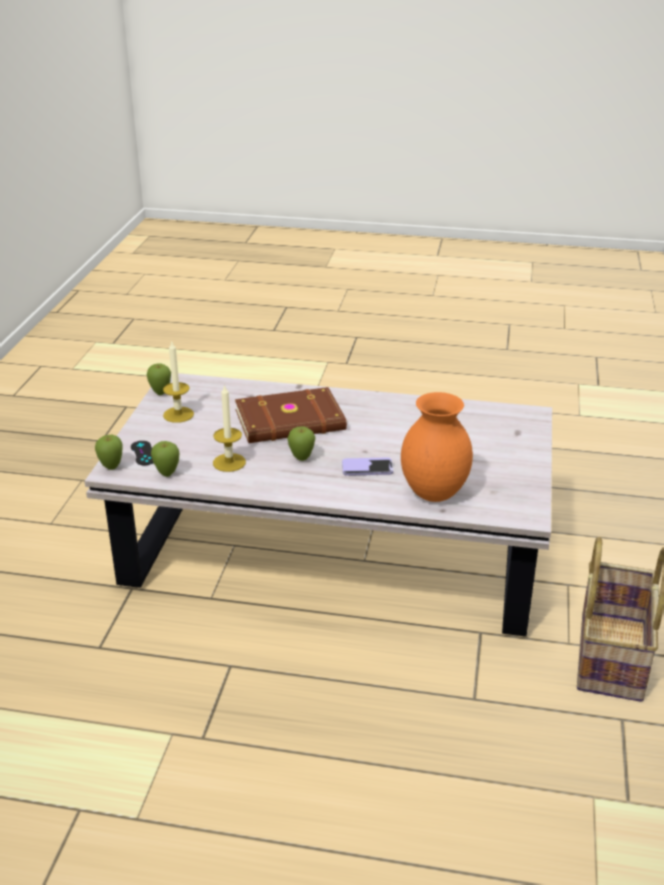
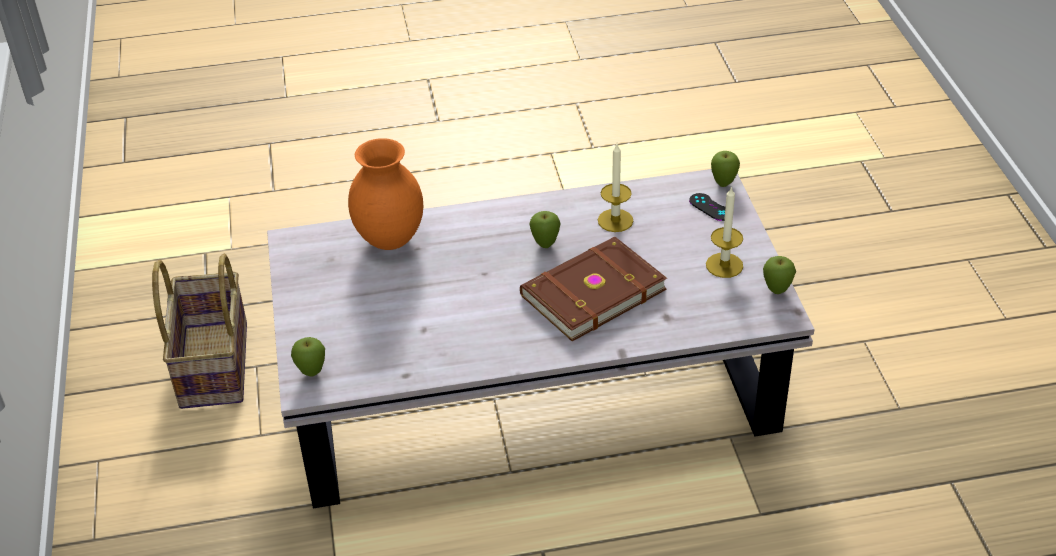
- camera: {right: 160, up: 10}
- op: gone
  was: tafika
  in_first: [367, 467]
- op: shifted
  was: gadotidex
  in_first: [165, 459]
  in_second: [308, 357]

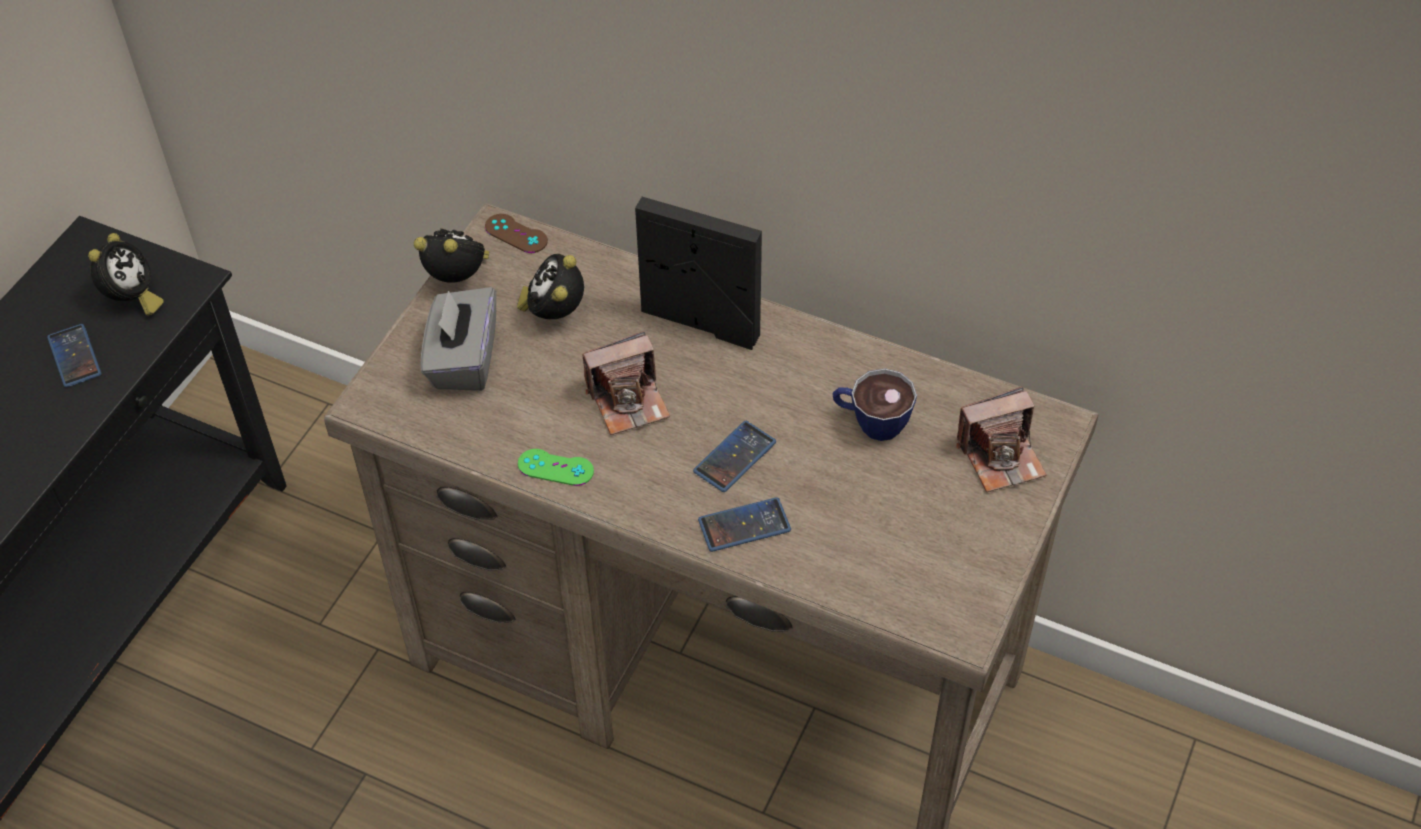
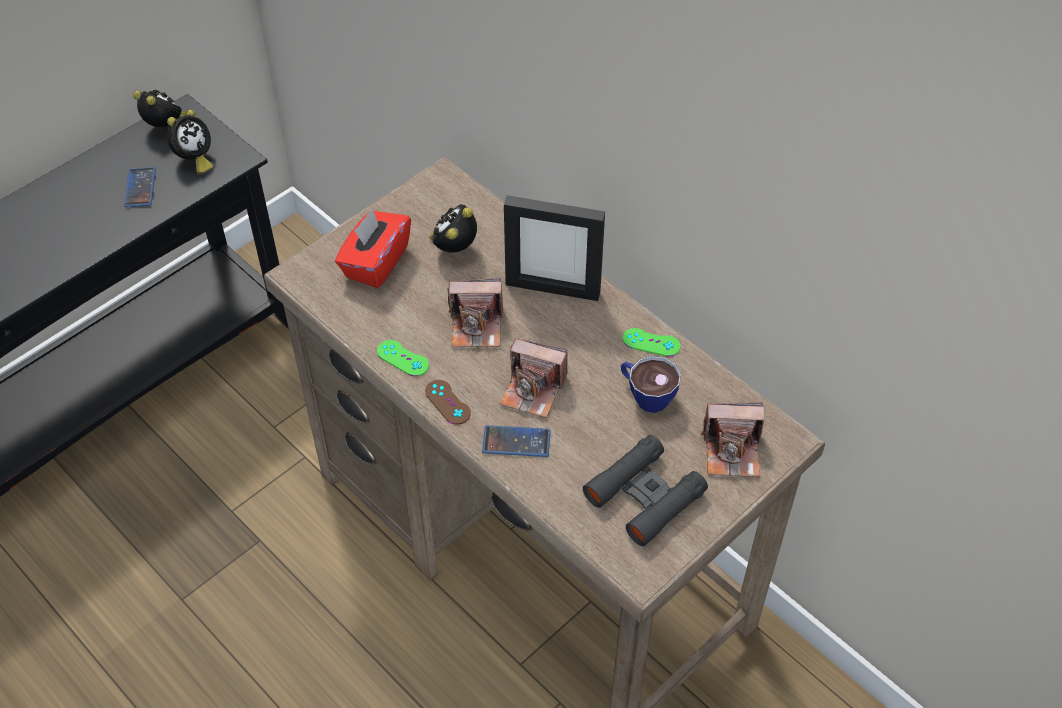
- camera: {right: 20, up: 0}
- op: new
  now: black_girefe
  in_second: [645, 490]
- op: new
  now: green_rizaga
  in_second: [652, 342]
- op: shifted
  was: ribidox
  in_first: [451, 255]
  in_second: [159, 108]
- op: shifted
  was: brown_rizaga
  in_first: [516, 233]
  in_second: [448, 402]
- op: swapped
  was: tafika
  now: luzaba
  in_first: [734, 456]
  in_second: [533, 378]
- op: repainted
  was: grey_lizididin
  now: red_lizididin
  in_first: [458, 339]
  in_second: [373, 248]
- op: rotated
  was: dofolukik
  in_first: [698, 273]
  in_second: [554, 248]
  clockwise: 150

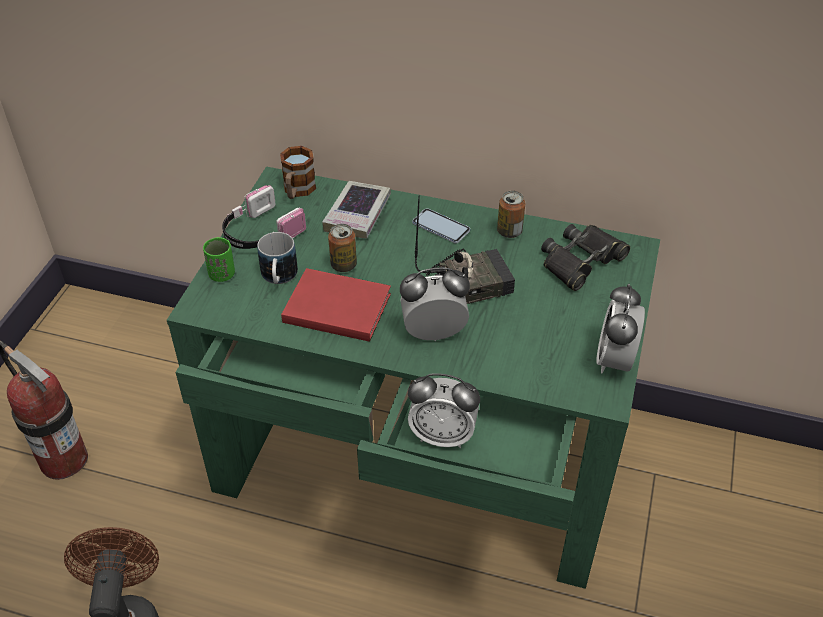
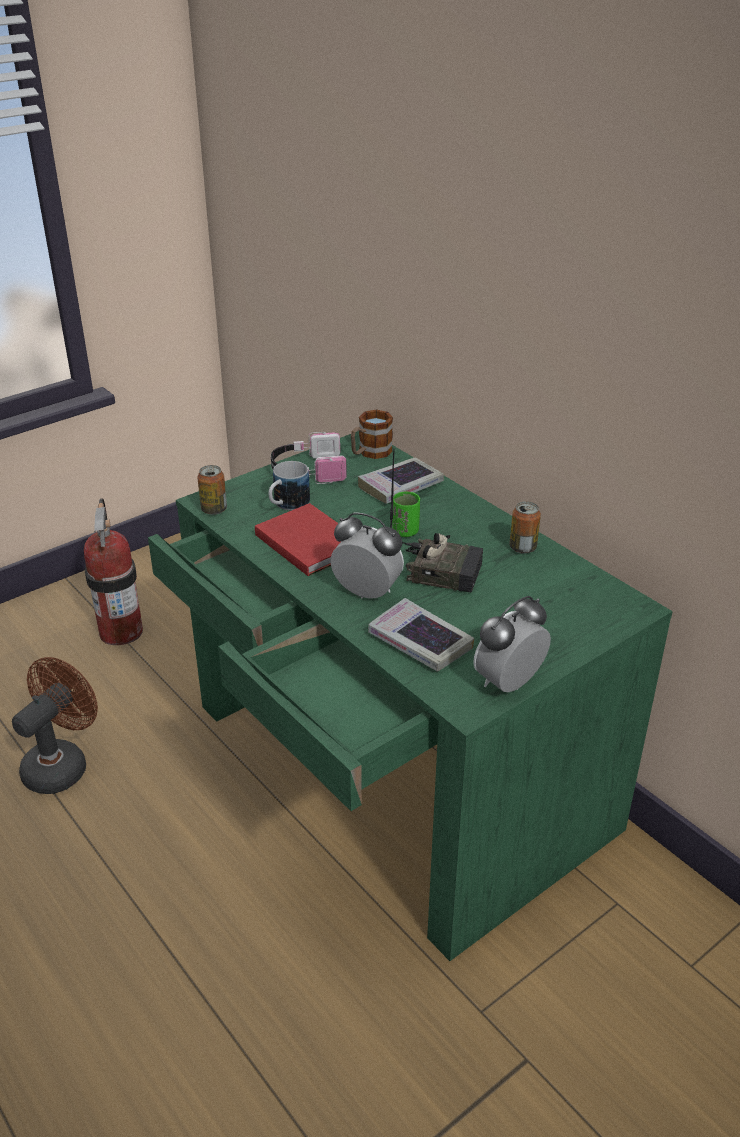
- camera: {right: 35, up: -10}
- op: gone
  was: ribidox
  in_first: [444, 410]
- op: gone
  was: tafika
  in_first: [441, 225]
- op: gone
  was: black_girefe
  in_first: [585, 257]
- op: new
  now: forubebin
  in_second: [421, 635]
- op: shifted
  was: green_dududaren
  in_first: [219, 259]
  in_second: [406, 514]
- op: shifted
  was: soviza
  in_first: [342, 248]
  in_second: [212, 490]

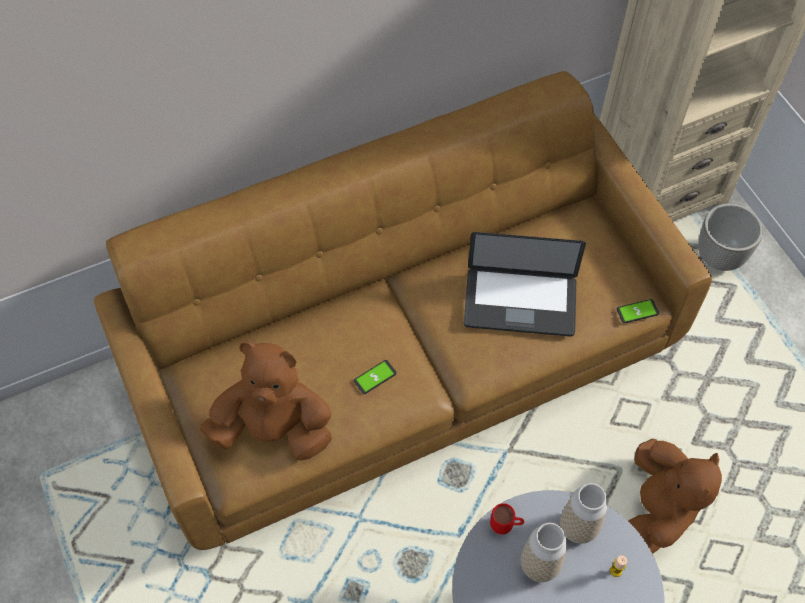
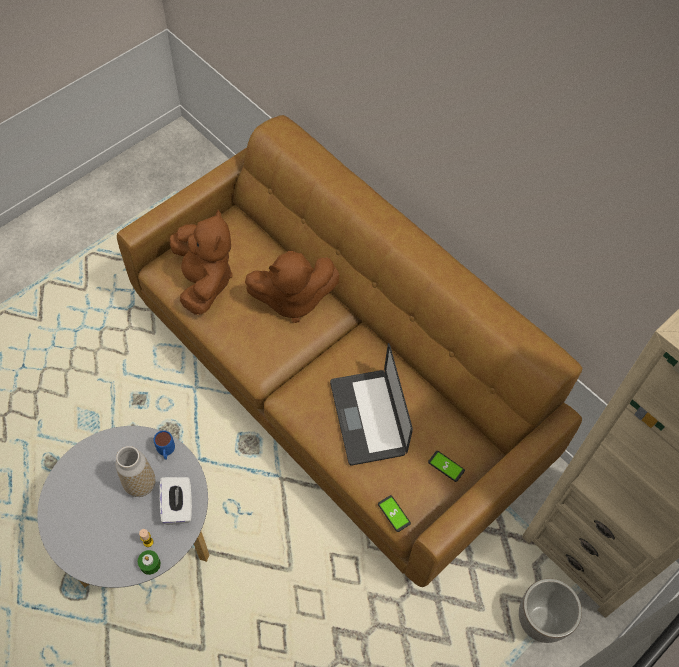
- camera: {right: 70, up: 0}
- op: new
  now: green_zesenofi
  in_second: [149, 562]
- op: shifted
  was: tafika
  in_first: [375, 377]
  in_second: [446, 466]
- op: shifted
  was: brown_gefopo
  in_first: [675, 496]
  in_second: [292, 287]
- op: swapped
  was: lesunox
  now: white_lizididin
  in_first: [584, 513]
  in_second: [176, 501]
- op: repainted
  was: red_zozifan
  now: blue_zozifan
  in_first: [507, 518]
  in_second: [164, 445]

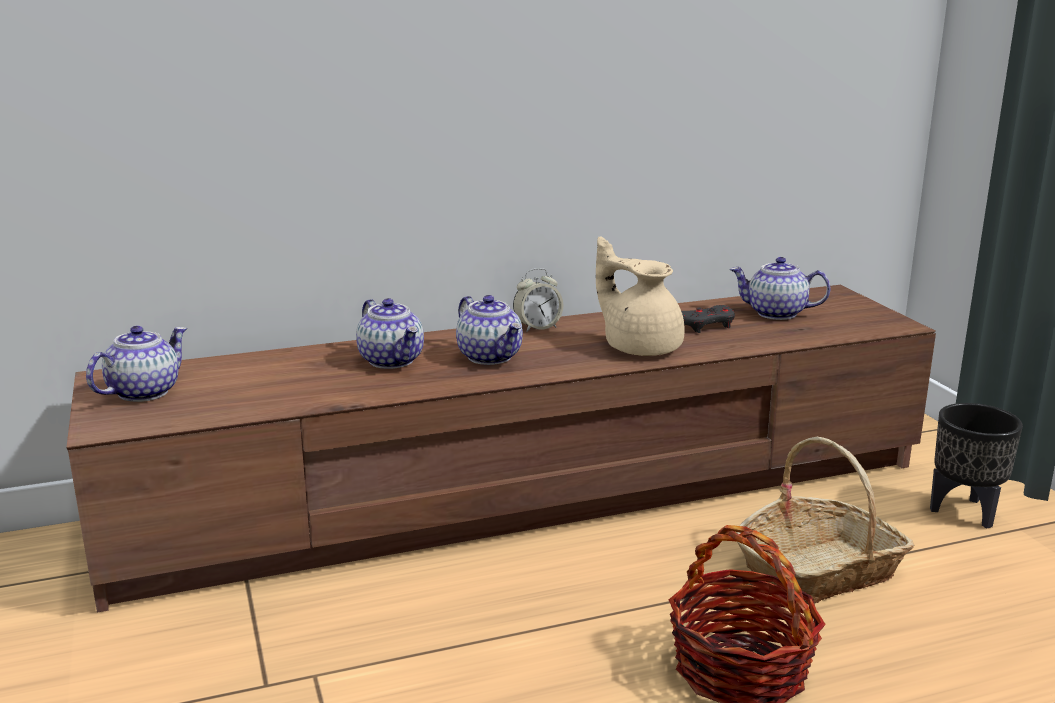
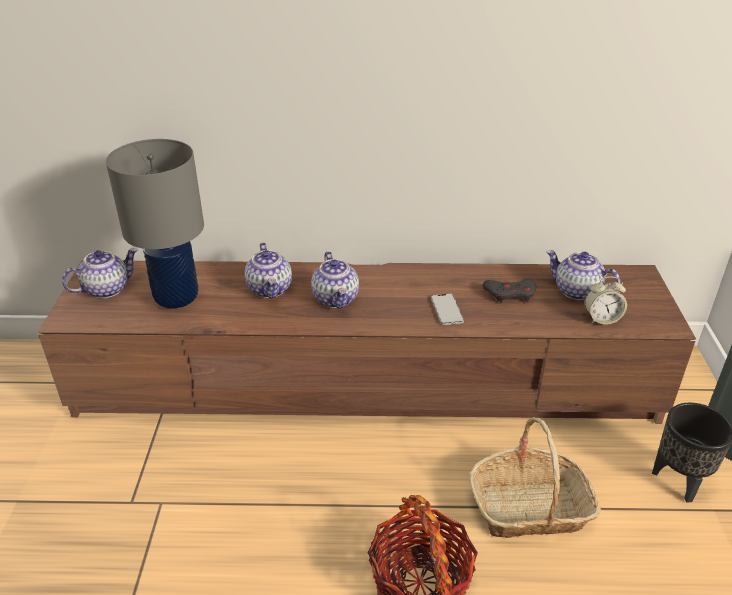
- camera: {right: 20, up: 15}
- op: new
  now: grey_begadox
  in_second: [155, 224]
- op: shifted
  was: ribidox
  in_first: [538, 300]
  in_second: [606, 301]
- op: swapped
  was: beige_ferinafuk
  now: tafika
  in_first: [640, 296]
  in_second: [447, 309]

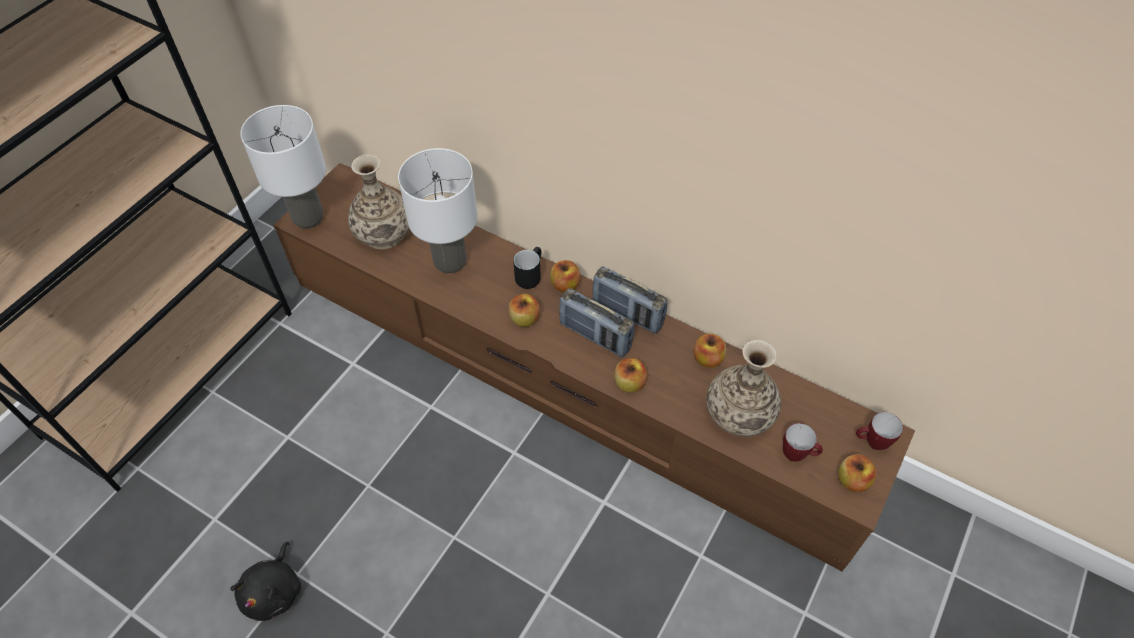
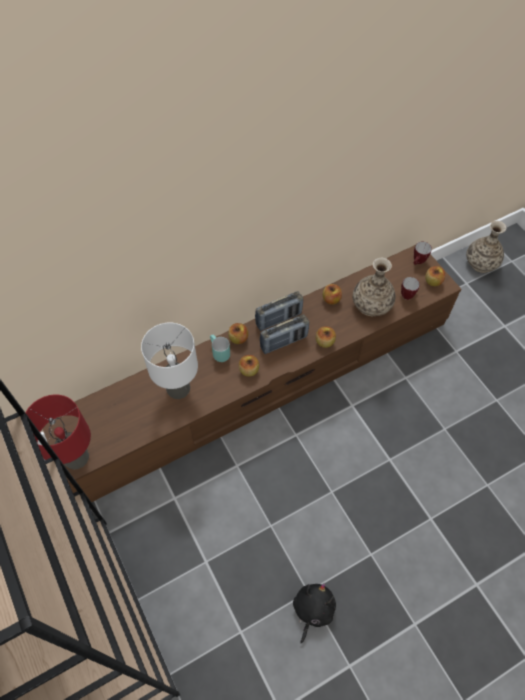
- camera: {right: -60, up: 5}
- op: shifted
  was: lesunox
  in_first: [379, 202]
  in_second: [486, 247]
- op: repainted
  was: white_begadox
  now: red_begadox
  in_first: [283, 167]
  in_second: [58, 431]
- op: repainted
  was: black_zozifan
  now: turquoise_zozifan
  in_first: [527, 268]
  in_second: [220, 348]
- op: rotated
  was: black_gefopo
  in_first: [265, 581]
  in_second: [314, 613]
  clockwise: -105

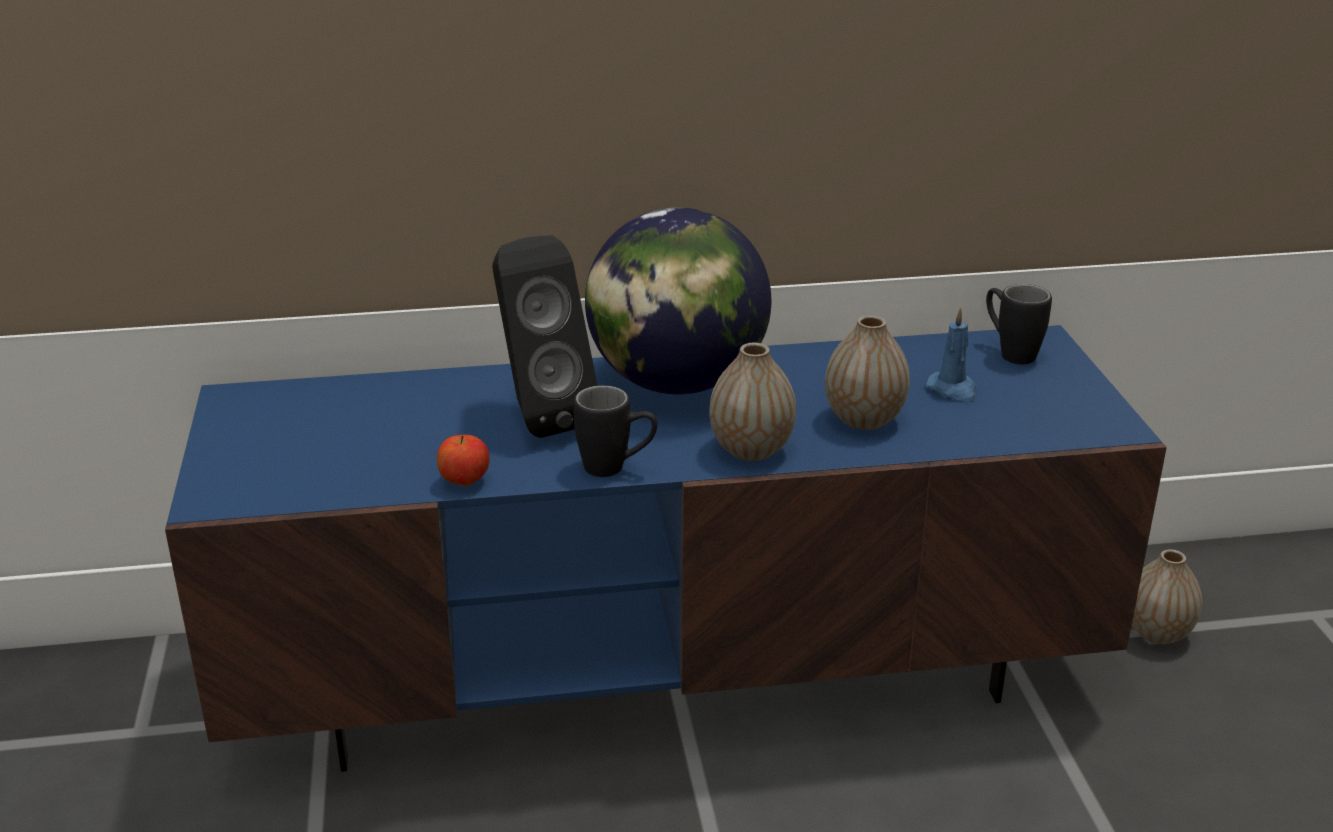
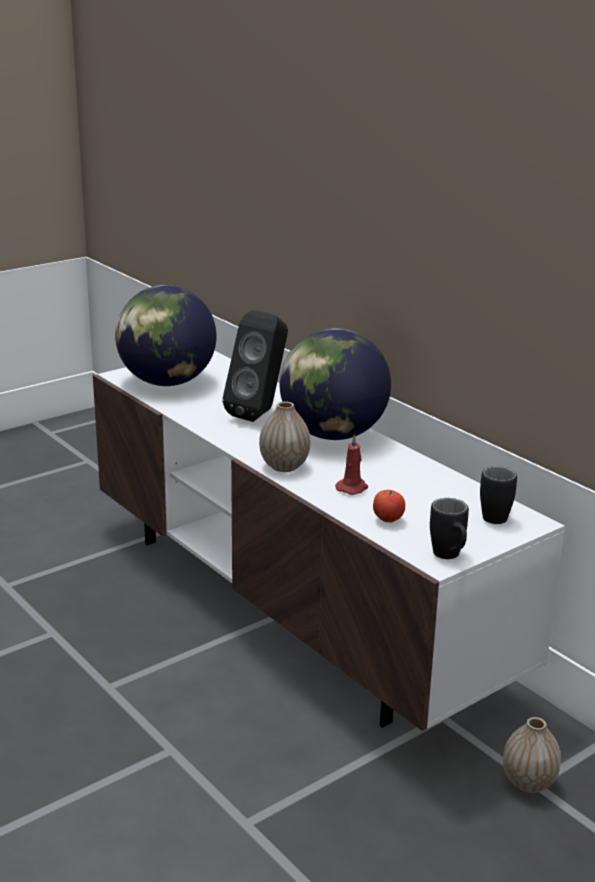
- camera: {right: 60, up: -5}
- op: gone
  was: blue_zesenofi
  in_first: [951, 354]
- op: new
  now: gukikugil
  in_second: [166, 335]
- op: shifted
  was: gadotidex
  in_first: [463, 460]
  in_second: [389, 506]
- op: shifted
  was: black_zozifan
  in_first: [615, 431]
  in_second: [449, 528]
- op: swapped
  was: lesunox
  now: red_zesenofi
  in_first: [867, 372]
  in_second: [351, 464]
- op: repainted
  was: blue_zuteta
  now: white_zuteta
  in_first: [666, 548]
  in_second: [329, 540]

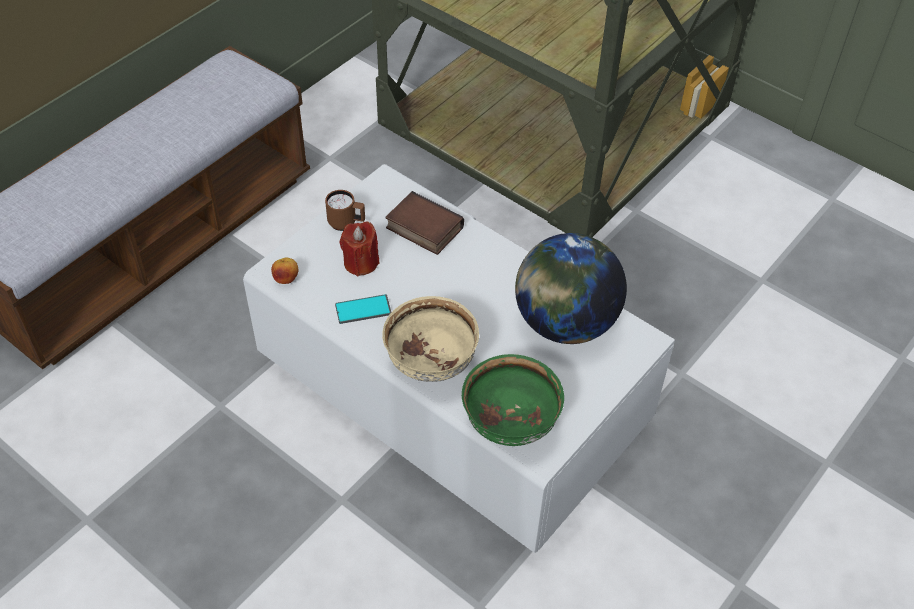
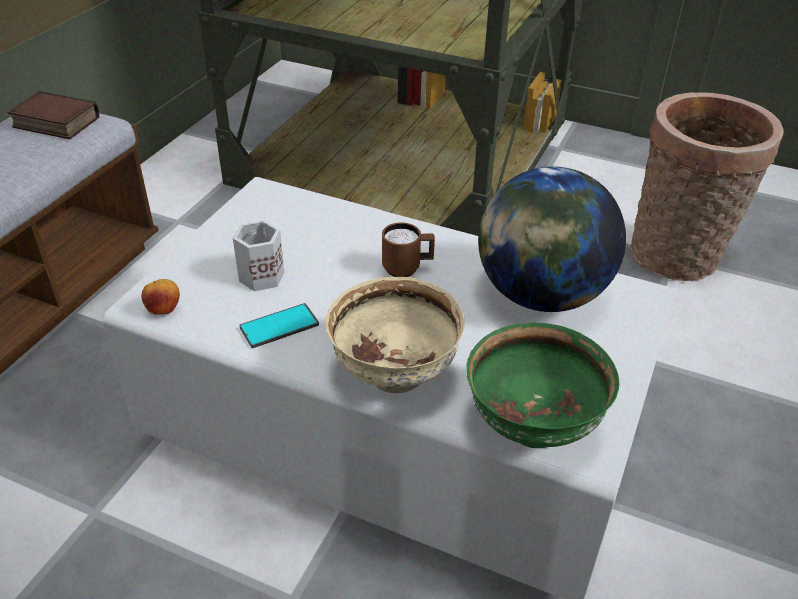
- camera: {right: -15, up: -10}
- op: new
  now: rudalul
  in_second: [707, 186]
- op: shifted
  was: brown_zozifan
  in_first: [345, 210]
  in_second: [408, 249]
- op: shifted
  was: forubebin
  in_first: [425, 223]
  in_second: [53, 115]
- op: swapped
  was: red_zesenofi
  now: white_zozifan
  in_first: [360, 249]
  in_second: [258, 256]

